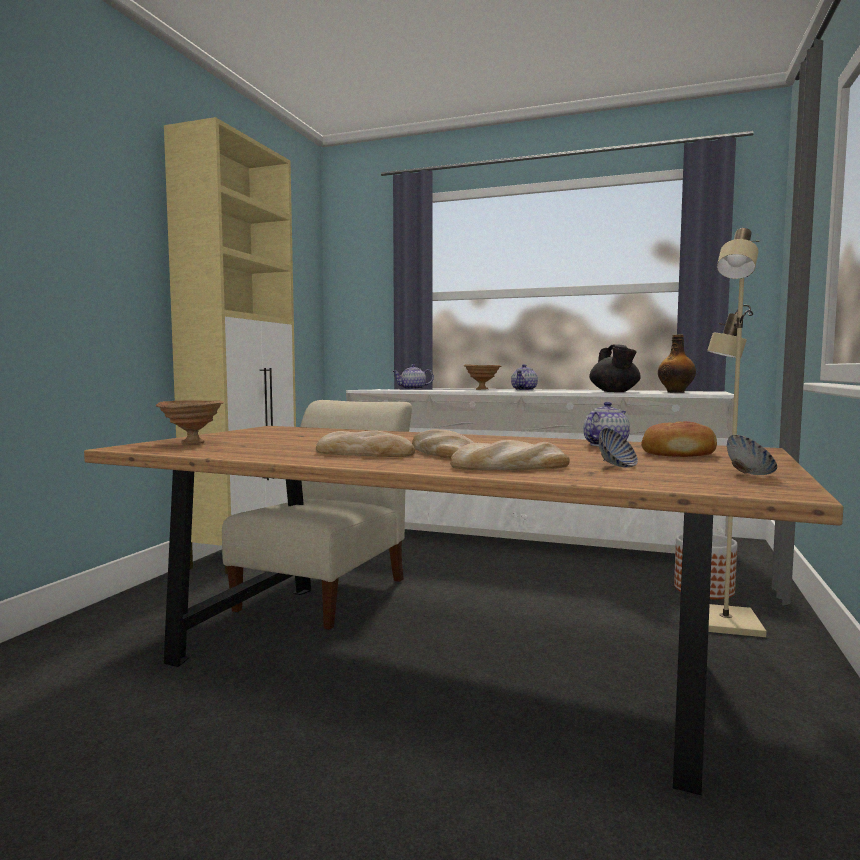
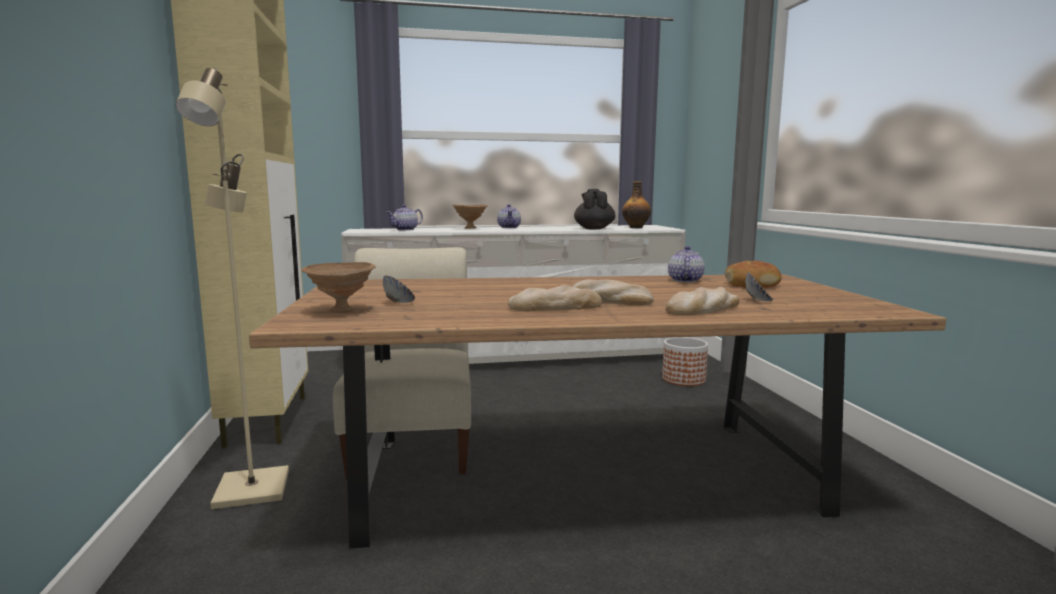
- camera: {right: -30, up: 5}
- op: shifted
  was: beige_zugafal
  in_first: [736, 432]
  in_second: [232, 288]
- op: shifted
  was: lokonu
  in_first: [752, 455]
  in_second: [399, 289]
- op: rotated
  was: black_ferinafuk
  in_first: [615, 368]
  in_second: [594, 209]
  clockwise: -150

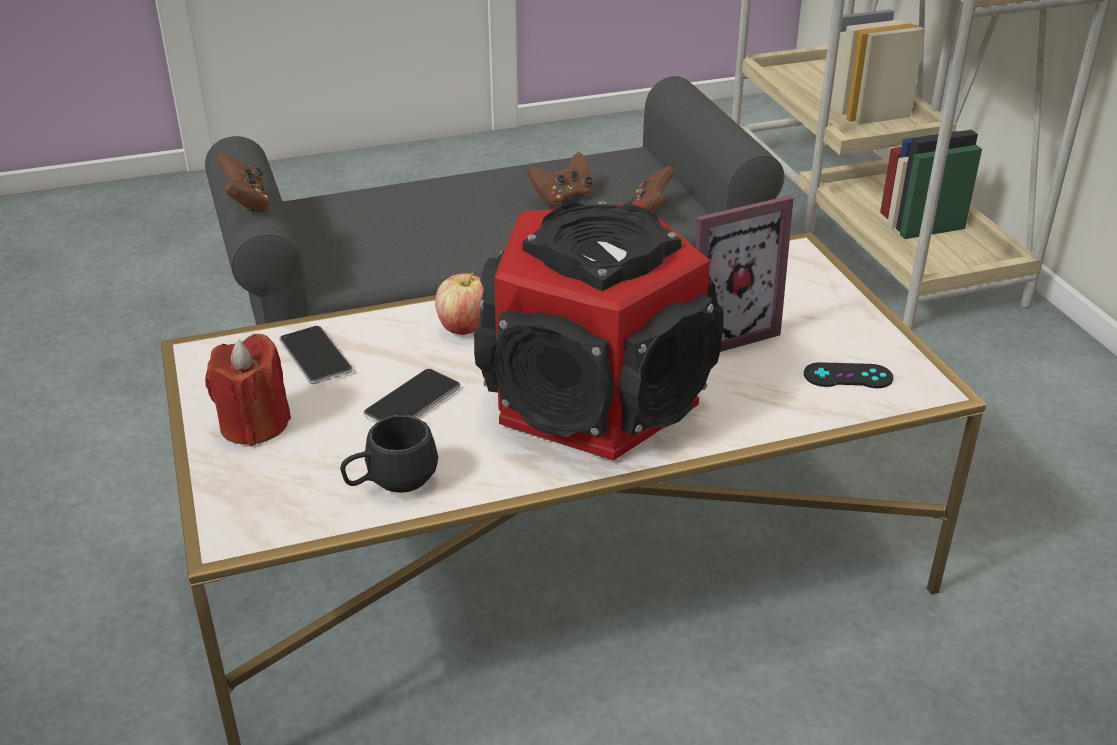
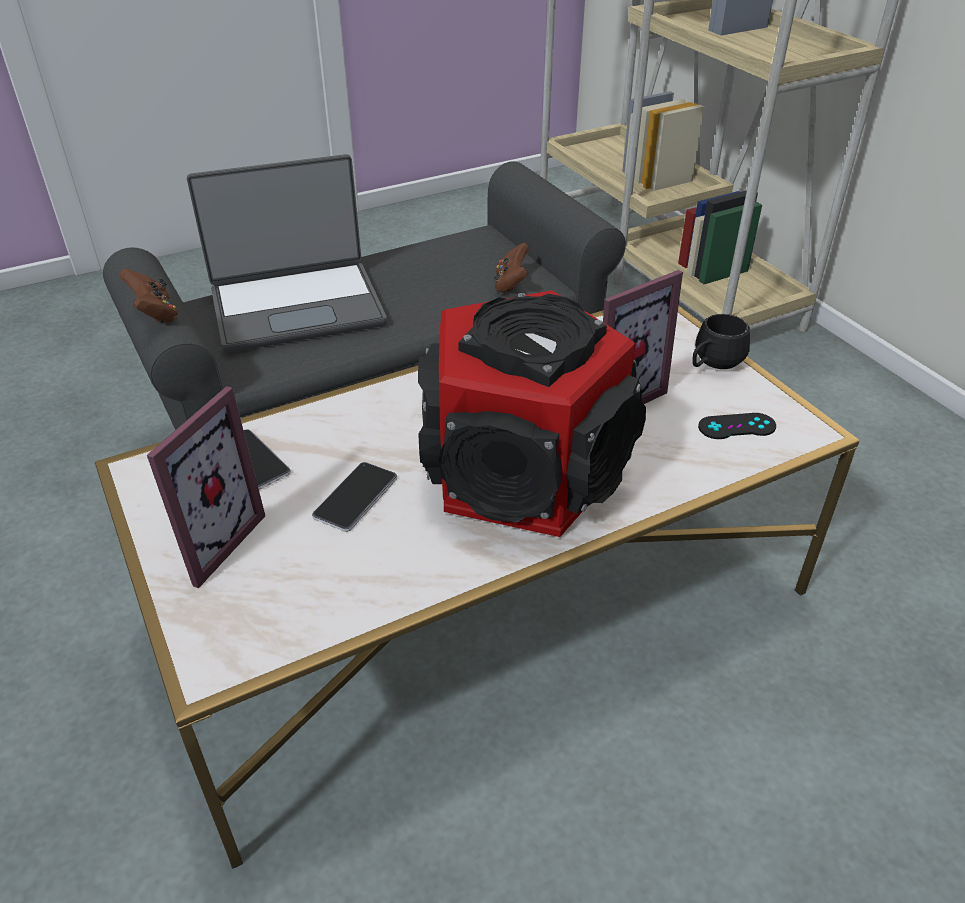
- camera: {right: -10, up: 5}
- op: gone
  was: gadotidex
  in_first: [459, 304]
- op: gone
  was: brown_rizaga
  in_first: [560, 179]
- op: new
  now: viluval
  in_second: [287, 253]
- op: shifted
  was: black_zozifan
  in_first: [389, 454]
  in_second: [721, 341]
- op: swapped
  was: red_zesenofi
  now: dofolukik
  in_first: [248, 390]
  in_second: [206, 487]

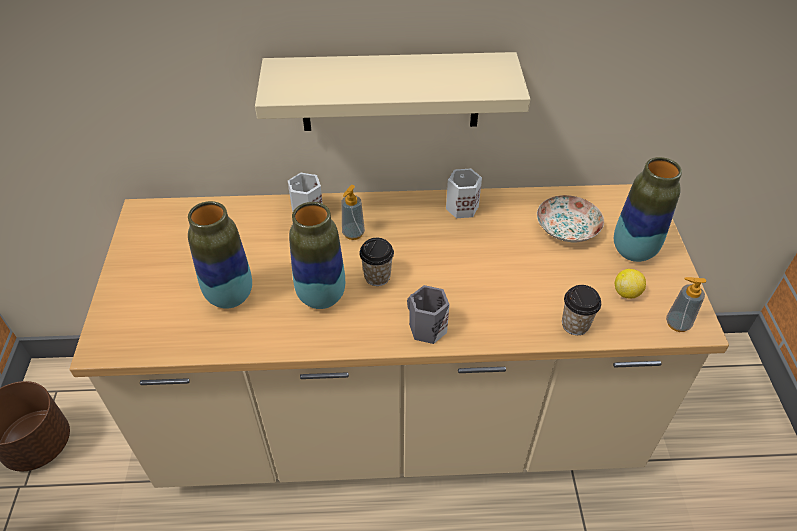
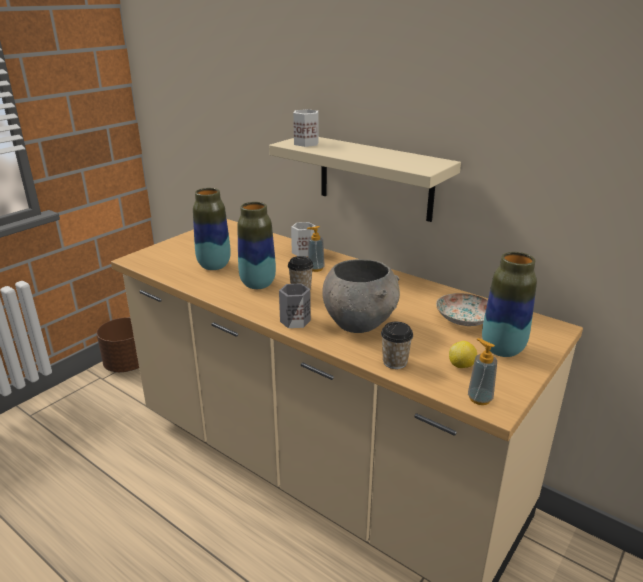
- camera: {right: 40, up: -20}
- op: new
  now: grey_lokonu
  in_second: [361, 296]
- op: shifted
  was: white_zozifan
  in_first: [464, 193]
  in_second: [305, 128]

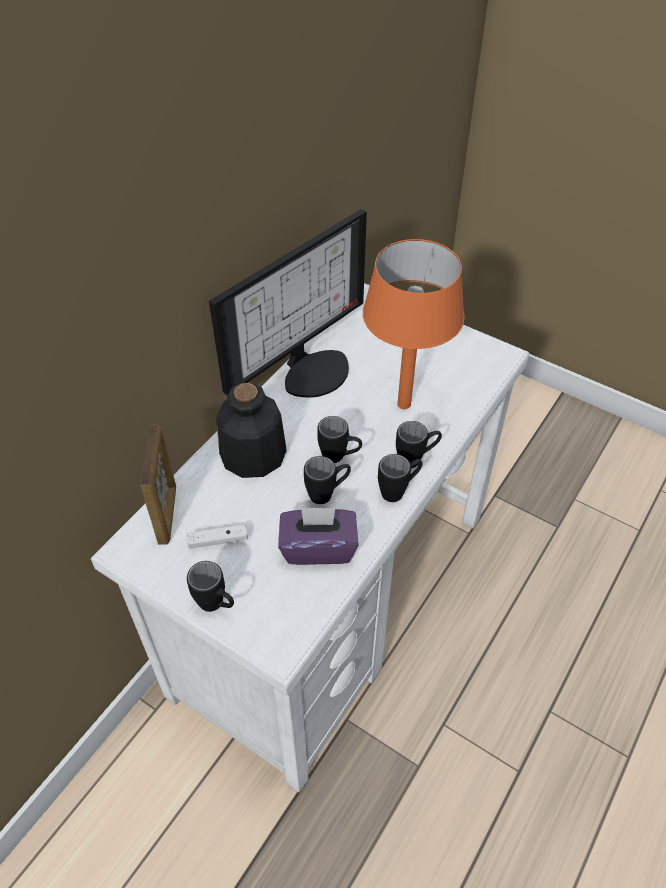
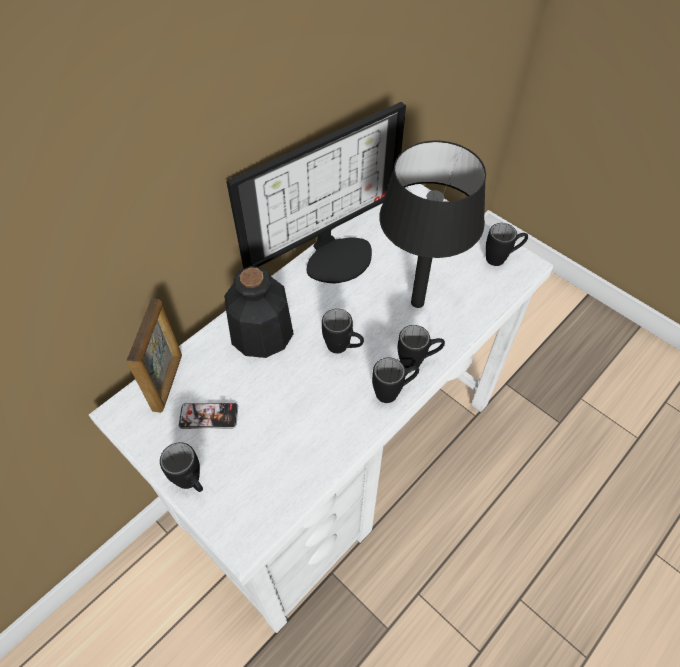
- camera: {right: 10, up: 5}
- op: gone
  was: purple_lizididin
  in_first: [318, 536]
- op: shifted
  was: black_zozifan
  in_first: [327, 480]
  in_second: [507, 244]
- op: swapped
  was: white_rizaga
  now: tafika
  in_first: [217, 536]
  in_second: [208, 416]
- op: repainted
  was: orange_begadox
  now: black_begadox
  in_first: [414, 324]
  in_second: [432, 224]

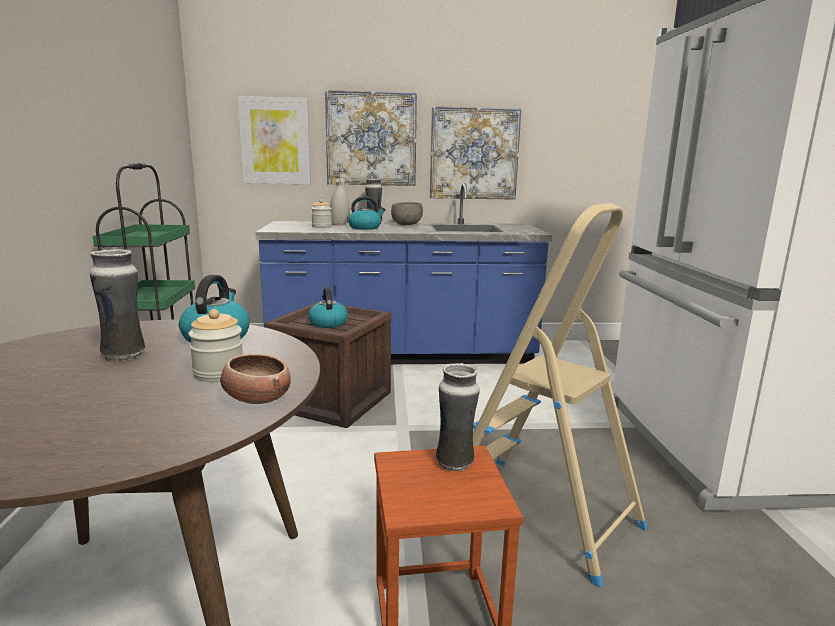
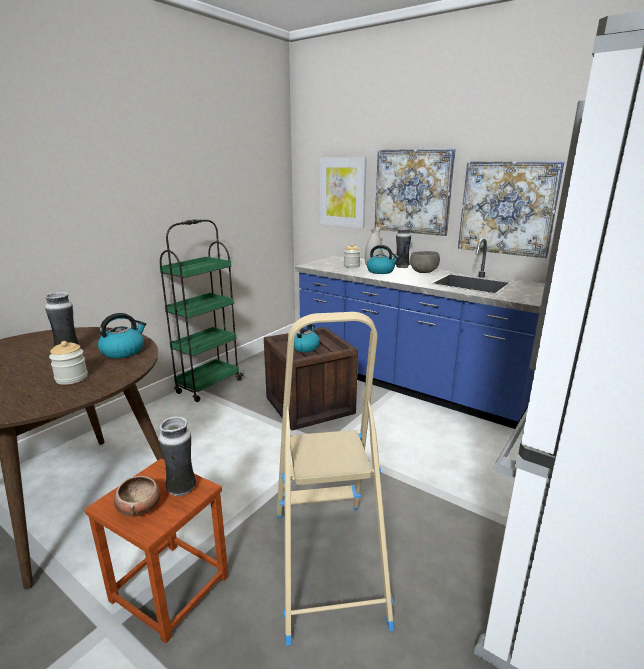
- camera: {right: 40, up: 5}
- op: shifted
  was: lokonu
  in_first: [255, 379]
  in_second: [137, 496]

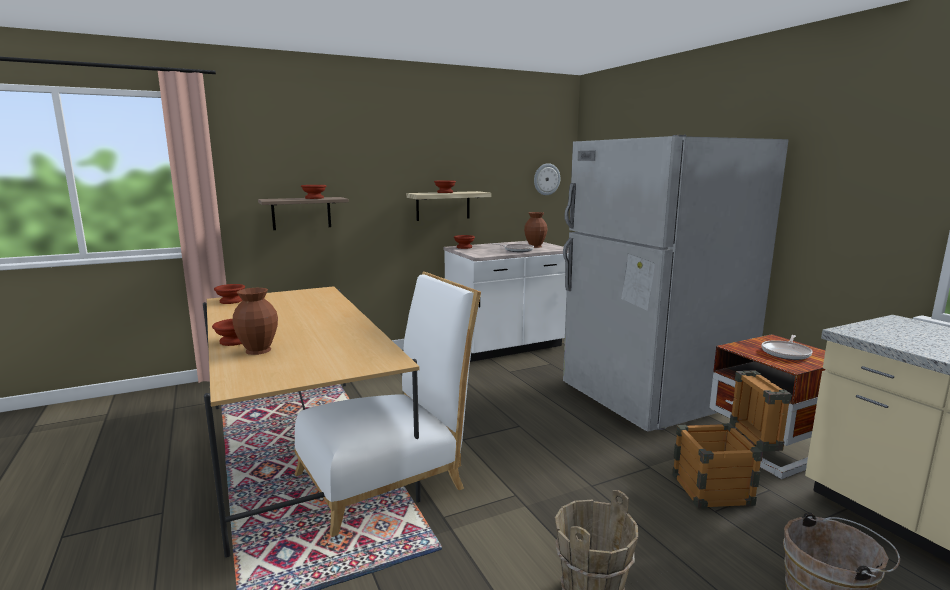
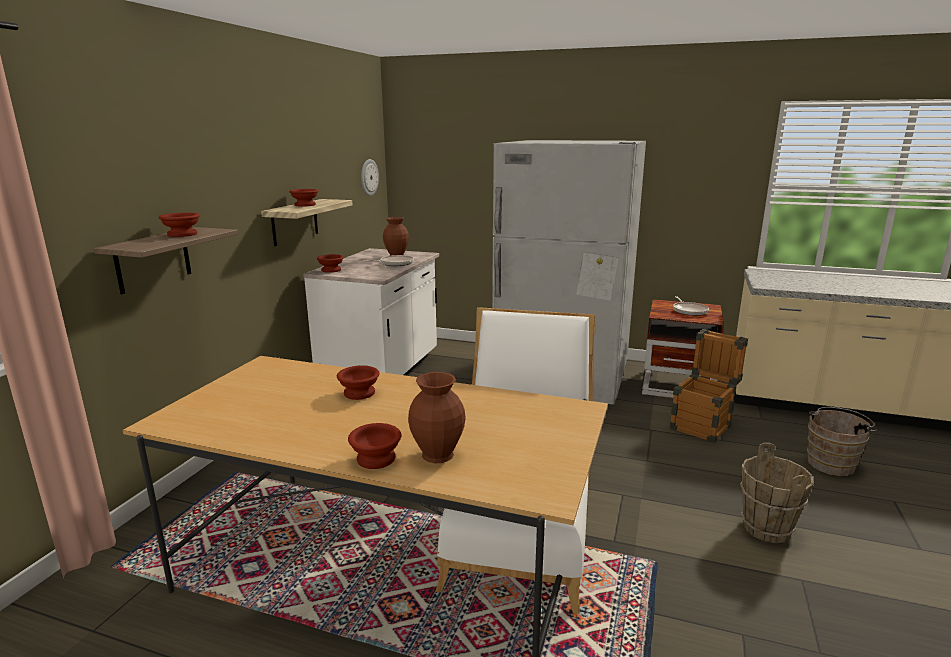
- camera: {right: -45, up: 5}
- op: shifted
  was: brown_lokonu
  in_first: [229, 294]
  in_second: [358, 383]

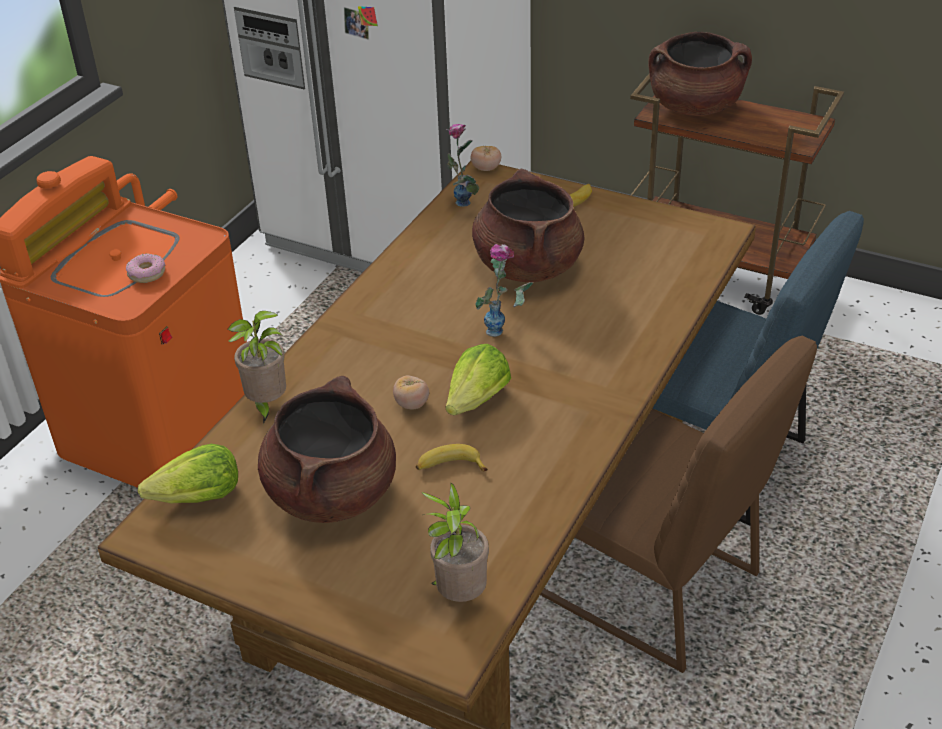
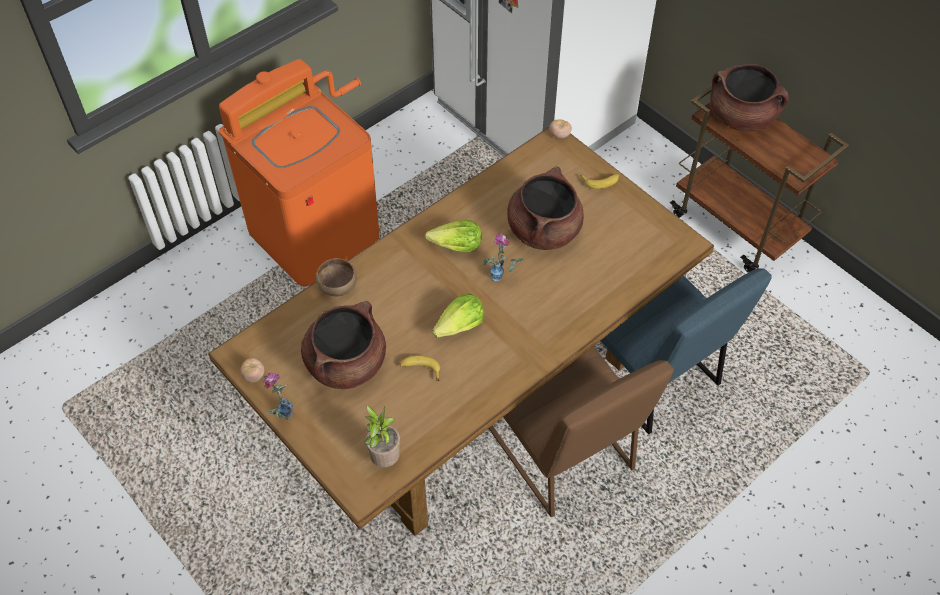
- camera: {right: 20, up: 15}
- op: gone
  was: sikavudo
  in_first: [145, 268]
- op: shifted
  was: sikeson
  in_first: [188, 474]
  in_second: [453, 236]
- op: shifted
  was: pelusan
  in_first: [411, 392]
  in_second: [252, 370]
- op: shifted
  was: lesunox
  in_first: [463, 165]
  in_second: [278, 396]
- op: swapped
  was: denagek
  now: brown_lokonu
  in_first: [257, 367]
  in_second: [336, 277]

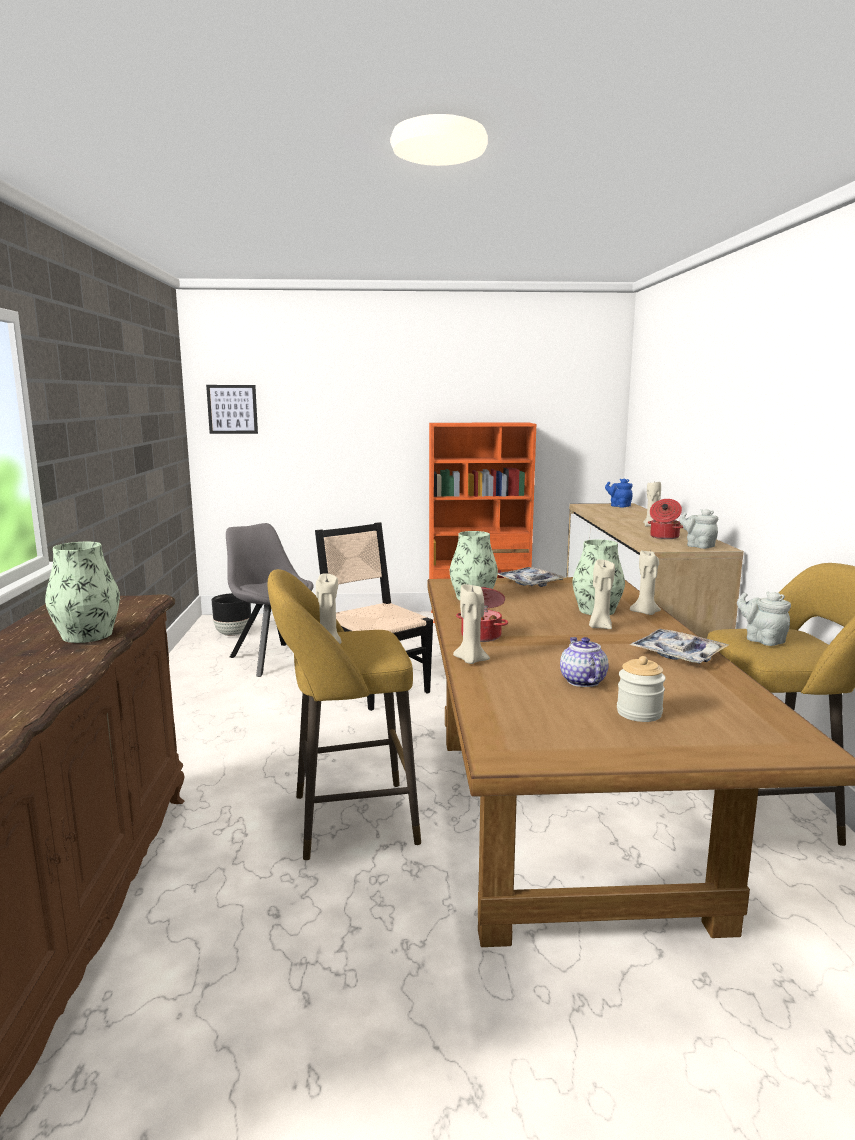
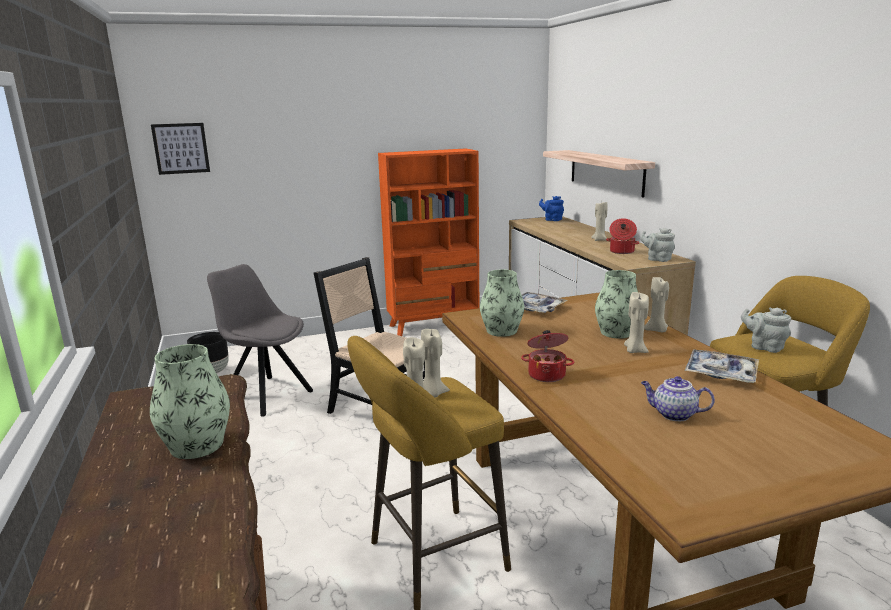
- camera: {right: -15, up: 5}
- op: gone
  was: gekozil
  in_first: [641, 689]
- op: new
  now: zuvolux
  in_second: [599, 173]
- op: shifted
  was: beige_zesenofi
  in_first: [471, 624]
  in_second: [435, 363]
- op: rotated
  was: ferinafuk
  in_first: [584, 662]
  in_second: [678, 398]
  clockwise: -45

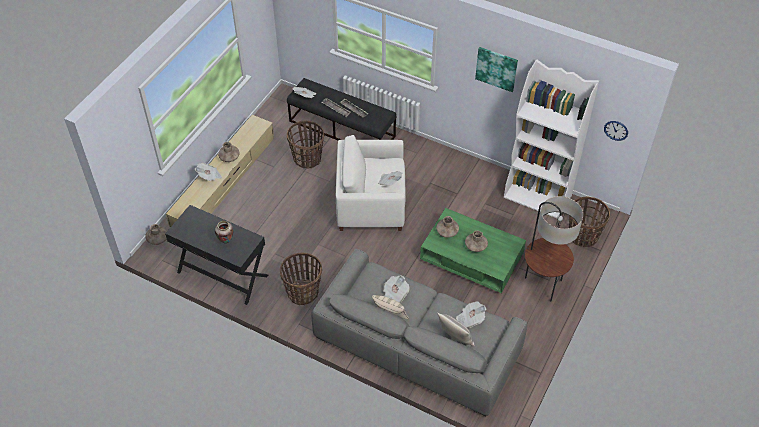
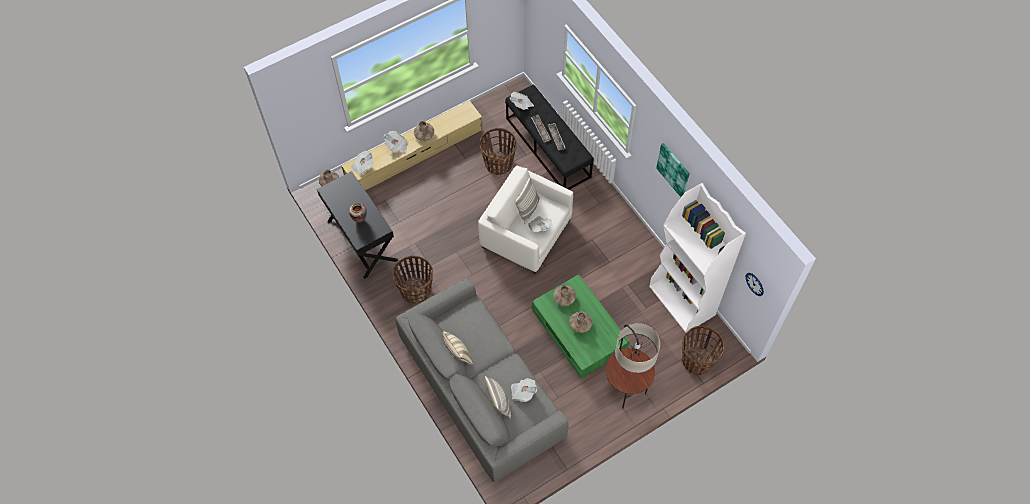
- camera: {right: 30, up: 10}
- op: new
  now: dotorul
  in_second: [527, 200]
- op: shifted
  was: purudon
  in_first: [396, 289]
  in_second: [361, 163]

